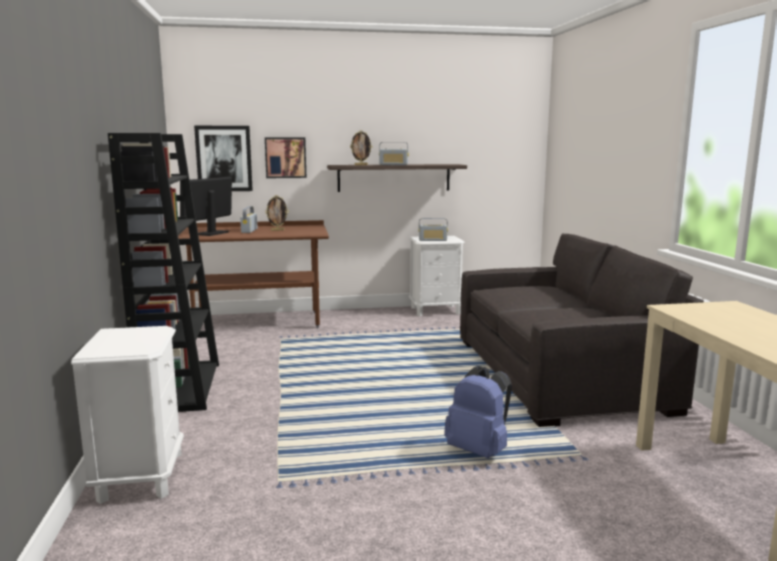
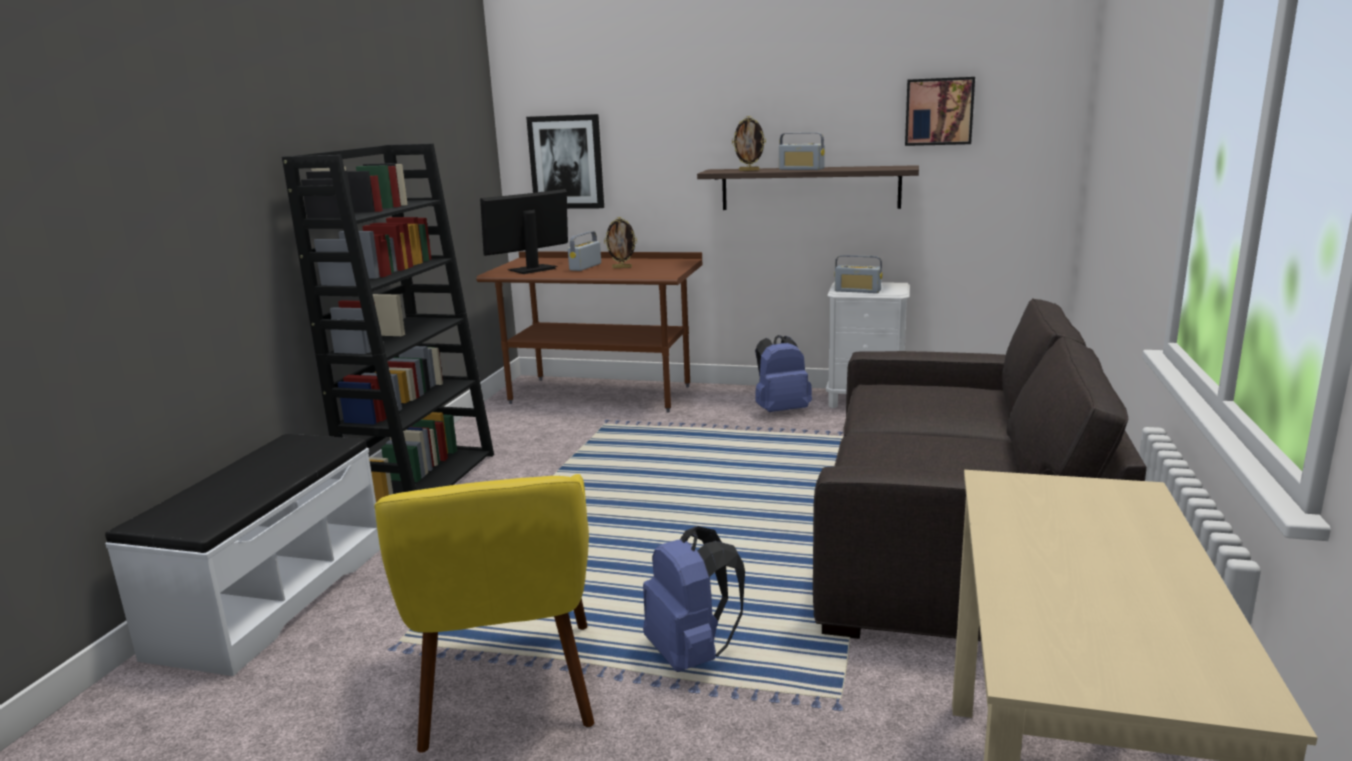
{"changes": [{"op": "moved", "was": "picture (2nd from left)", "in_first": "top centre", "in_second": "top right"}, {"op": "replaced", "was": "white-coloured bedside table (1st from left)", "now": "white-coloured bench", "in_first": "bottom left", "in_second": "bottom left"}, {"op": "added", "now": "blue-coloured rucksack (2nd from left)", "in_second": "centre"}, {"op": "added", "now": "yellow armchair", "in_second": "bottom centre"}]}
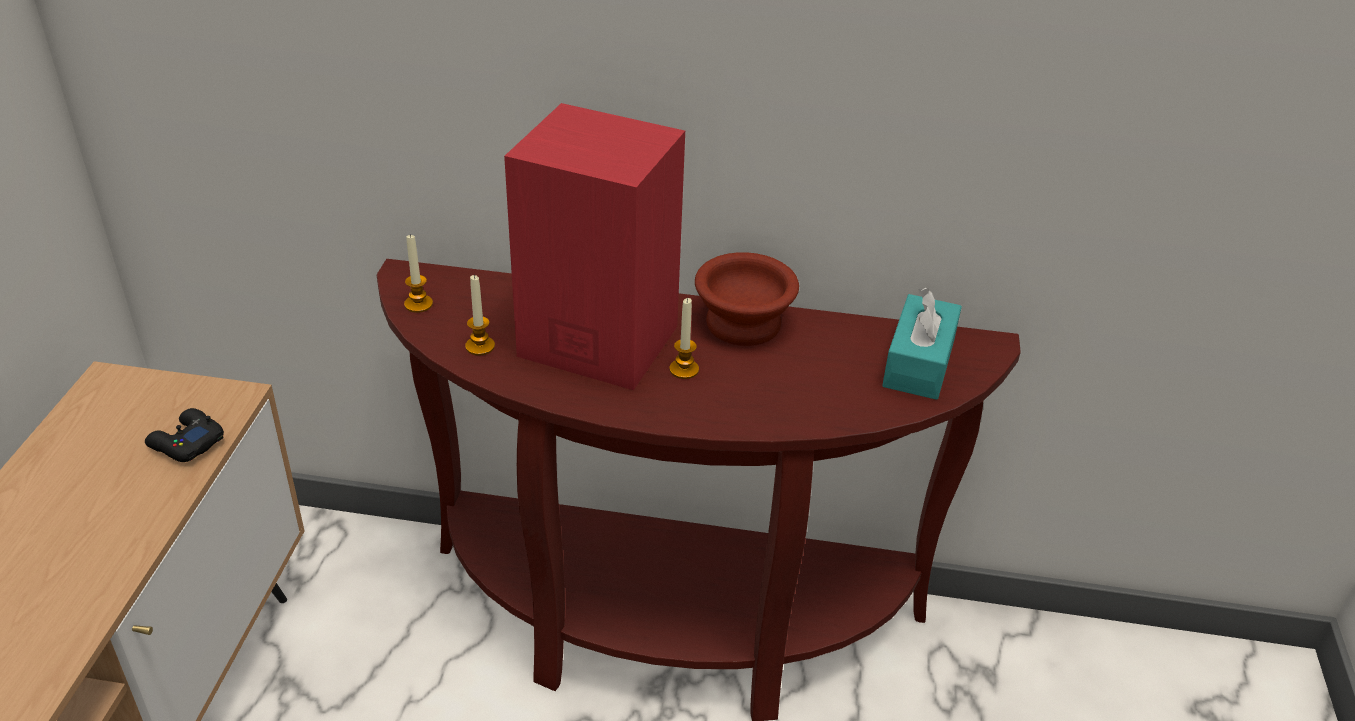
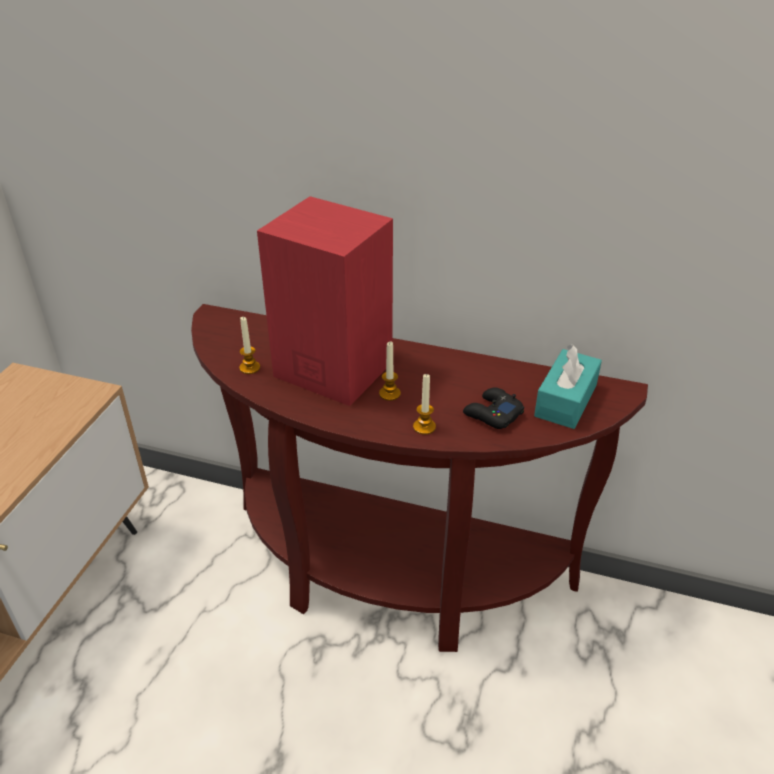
{"changes": [{"op": "moved", "was": "wax candle (1st from left in the first image)", "now": "wax candle (3rd from left)", "in_first": "middle left", "in_second": "centre"}, {"op": "removed", "was": "brown-coloured bowl", "in_first": "centre"}, {"op": "moved", "was": "blackish game controller", "in_first": "middle left", "in_second": "centre"}]}
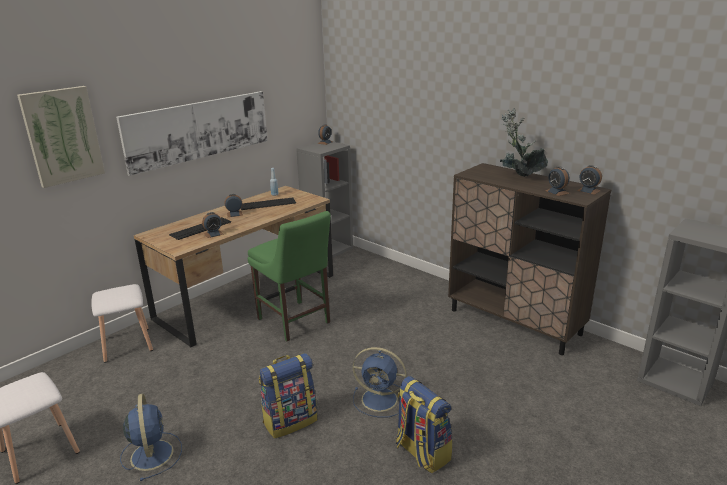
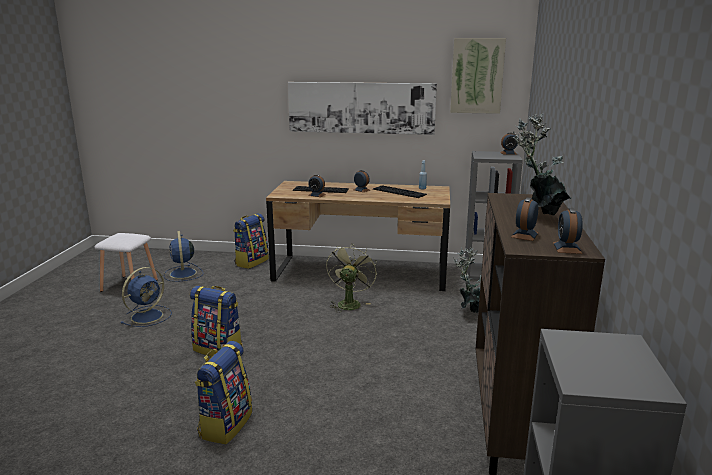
{"changes": [{"op": "moved", "was": "picture (1st from left in the first image)", "now": "picture (2nd from left)", "in_first": "top left", "in_second": "top right"}, {"op": "replaced", "was": "greenish upright chair", "now": "greenish cooling fan", "in_first": "centre", "in_second": "centre"}, {"op": "replaced", "was": "white-coloured sitting stool (2nd from left)", "now": "rucksack (3rd from left)", "in_first": "middle left", "in_second": "centre"}, {"op": "moved", "was": "blue-coloured cooling fan (2nd from left)", "in_first": "bottom centre", "in_second": "middle left"}, {"op": "added", "now": "potted plant (1st from left)", "in_second": "centre"}]}
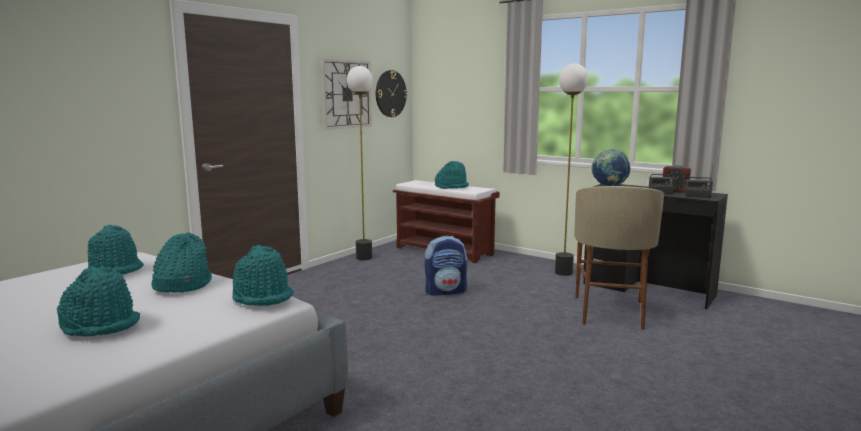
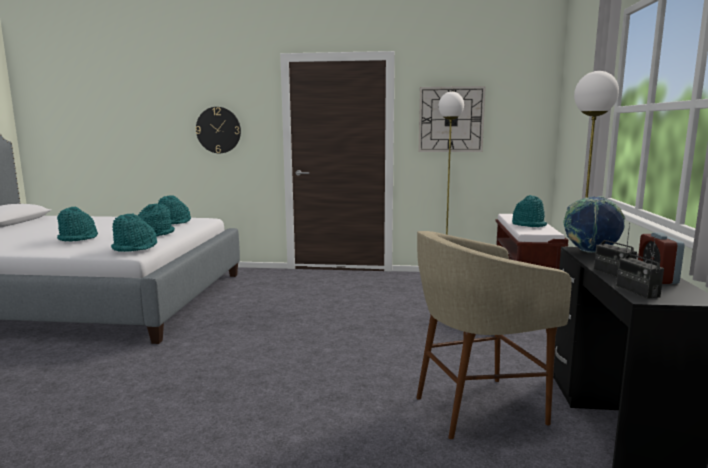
{"changes": [{"op": "moved", "was": "clock on the wall (2nd from left in the first image)", "now": "clock on the wall (1st from left)", "in_first": "top centre", "in_second": "top left"}, {"op": "removed", "was": "rucksack", "in_first": "centre"}]}
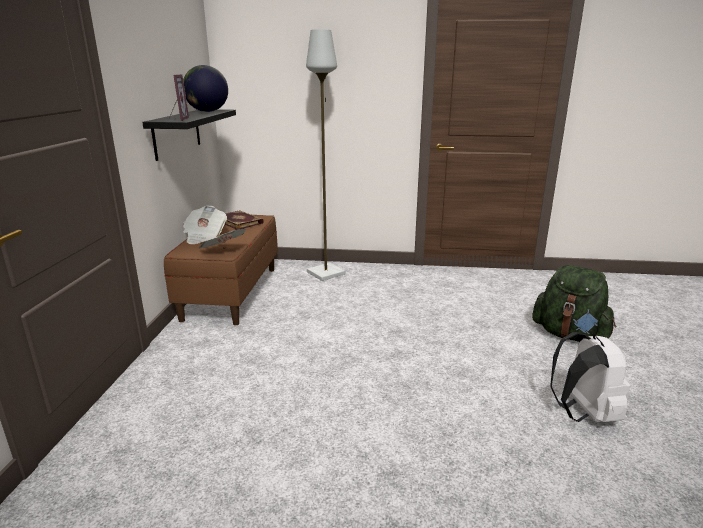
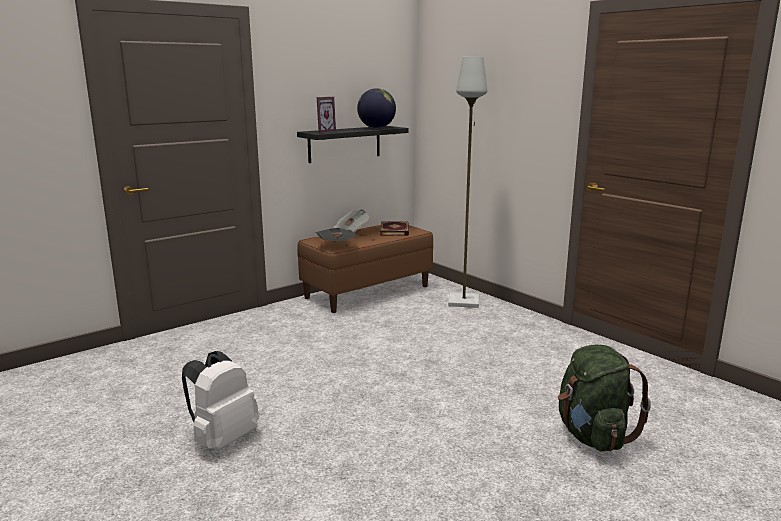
{"changes": [{"op": "moved", "was": "white-coloured rucksack", "in_first": "bottom right", "in_second": "bottom left"}]}
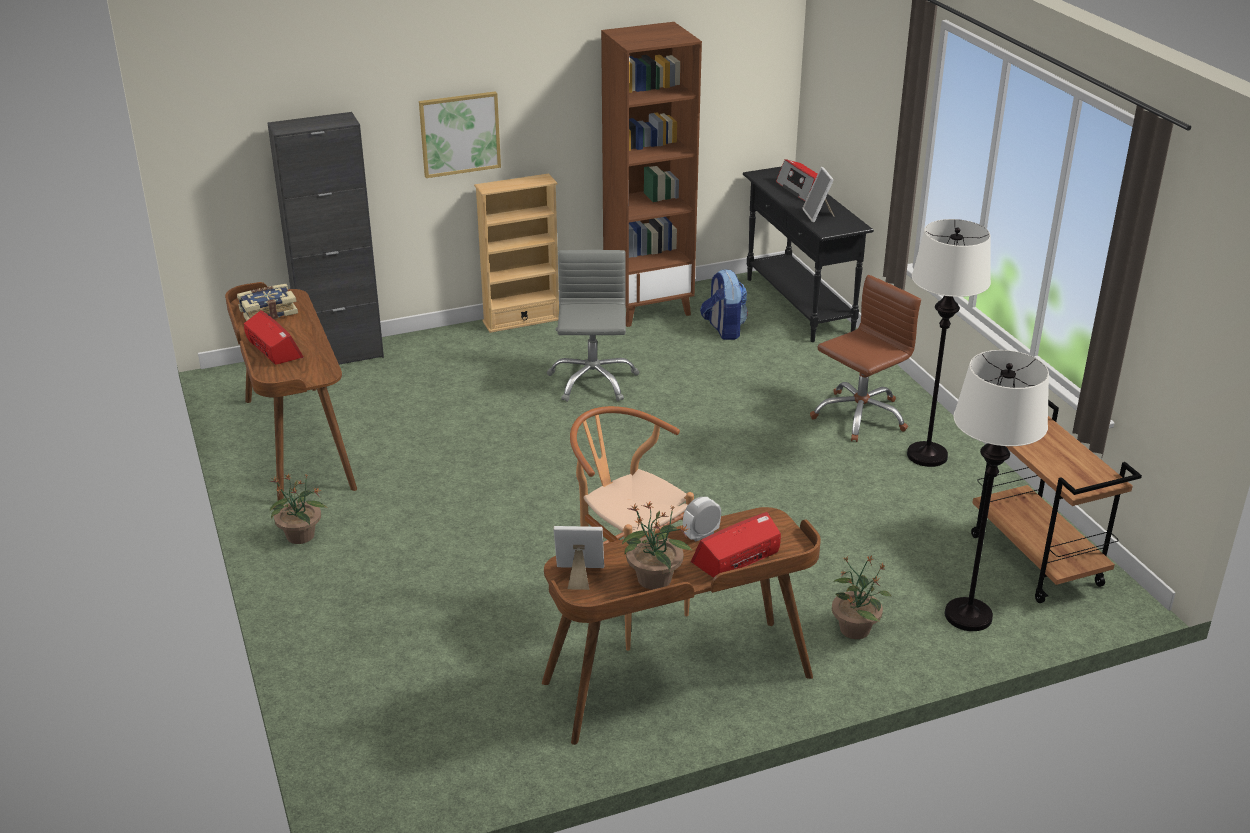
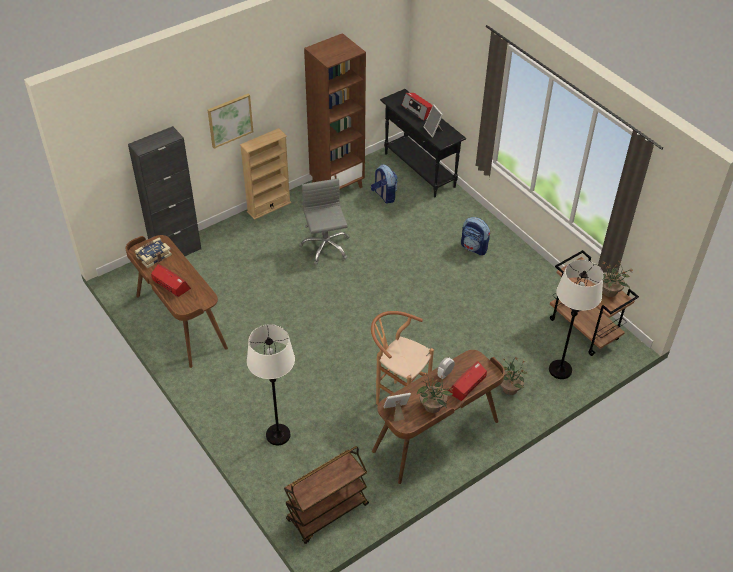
{"changes": [{"op": "moved", "was": "white-coloured floor lamp (1st from left)", "in_first": "middle right", "in_second": "bottom centre"}, {"op": "replaced", "was": "brown-coloured desk chair", "now": "rucksack (2nd from left)", "in_first": "middle right", "in_second": "centre"}, {"op": "moved", "was": "potted plant (1st from left in the first image)", "now": "potted plant (3rd from left)", "in_first": "middle left", "in_second": "middle right"}, {"op": "added", "now": "brown-coloured wheeled cart (1st from left)", "in_second": "bottom centre"}]}
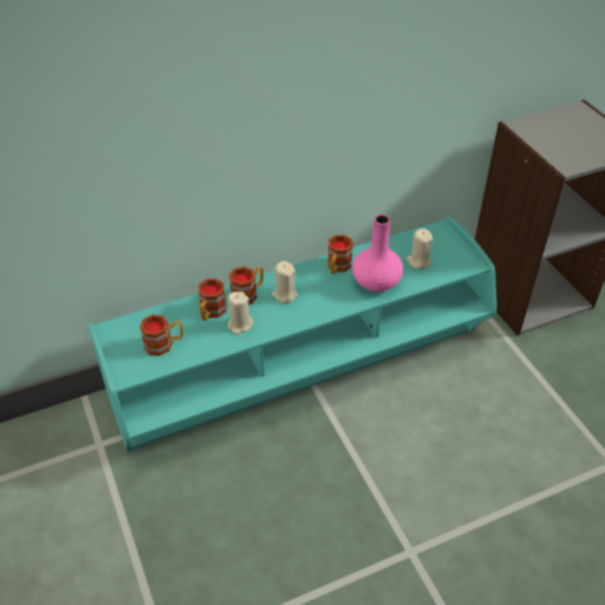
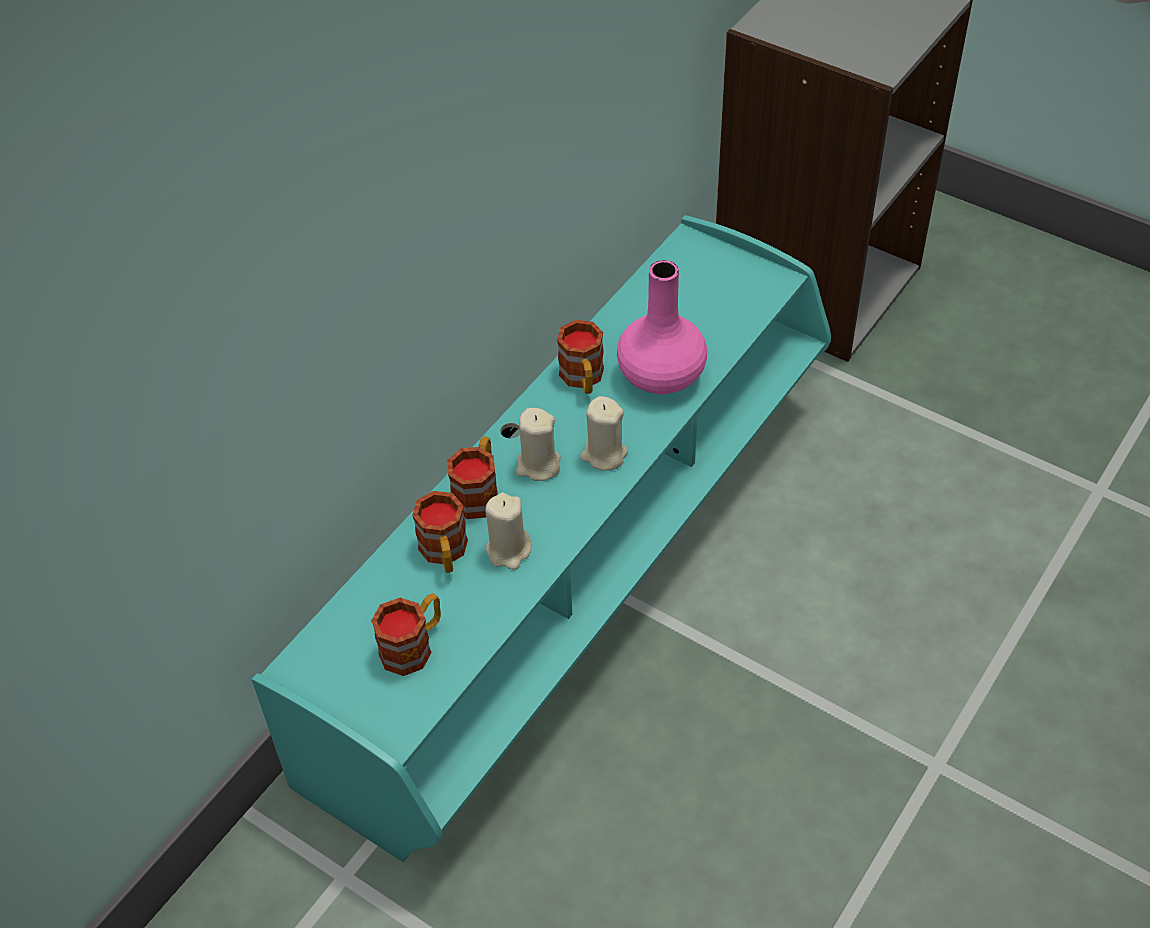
{"changes": [{"op": "moved", "was": "beige-coloured wax candle (3rd from left)", "in_first": "middle right", "in_second": "centre"}]}
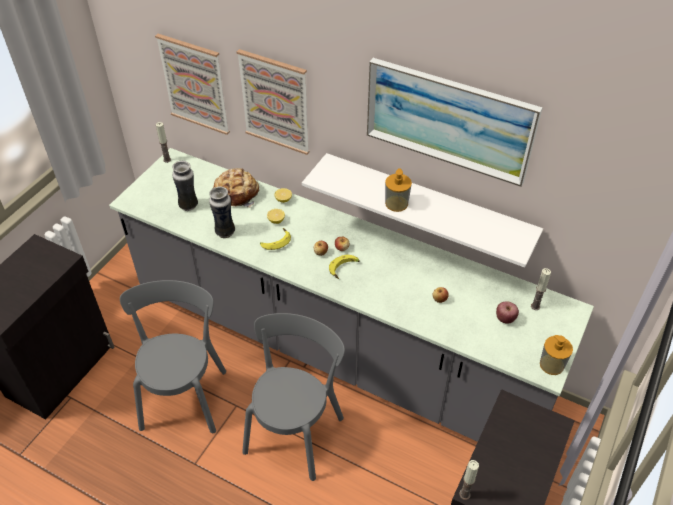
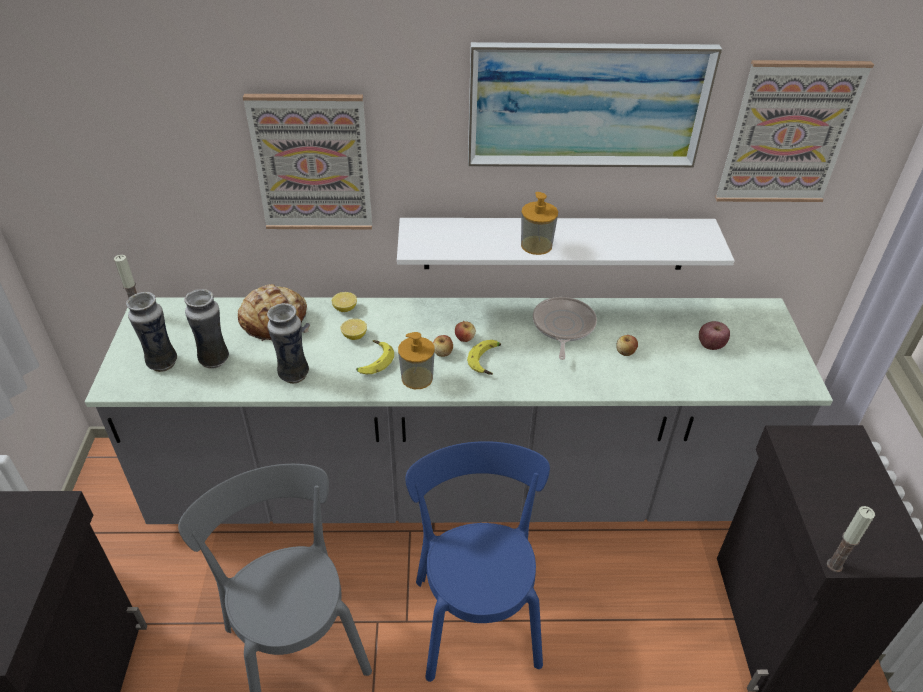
{"changes": [{"op": "moved", "was": "picture (1st from left in the first image)", "now": "picture (3rd from left)", "in_first": "top left", "in_second": "top right"}, {"op": "removed", "was": "wax candle (3rd from left)", "in_first": "middle right"}, {"op": "recoloured", "was": "grey upright chair (2nd from left)", "now": "blue-coloured upright chair", "in_first": "bottom centre", "in_second": "bottom centre"}, {"op": "moved", "was": "liquid soap bottle (2nd from left in the first image)", "now": "liquid soap bottle (1st from left)", "in_first": "bottom right", "in_second": "centre"}, {"op": "added", "now": "decorative vase (1st from left)", "in_second": "middle left"}, {"op": "added", "now": "frying pan", "in_second": "centre"}]}
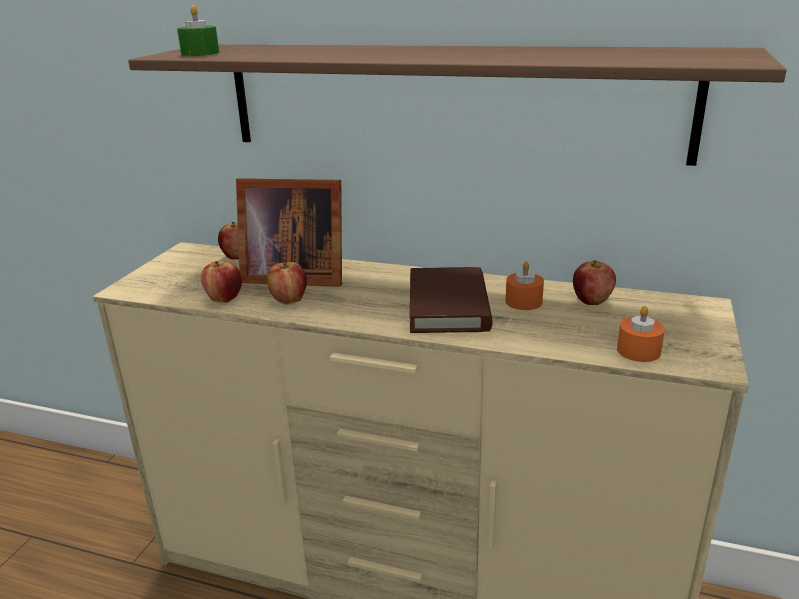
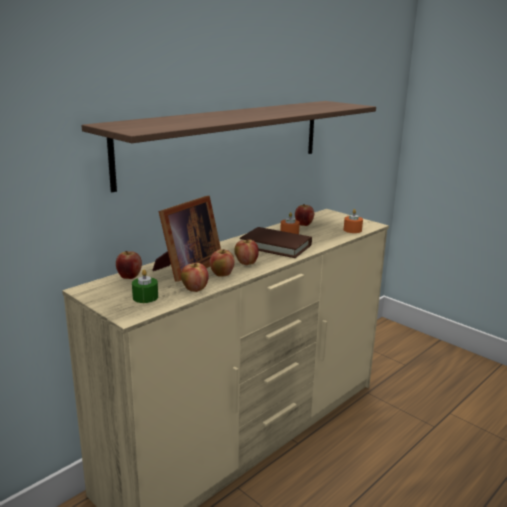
{"changes": [{"op": "moved", "was": "greenish wax candle", "in_first": "top left", "in_second": "middle left"}, {"op": "added", "now": "whole apple (4th from left)", "in_second": "centre"}]}
